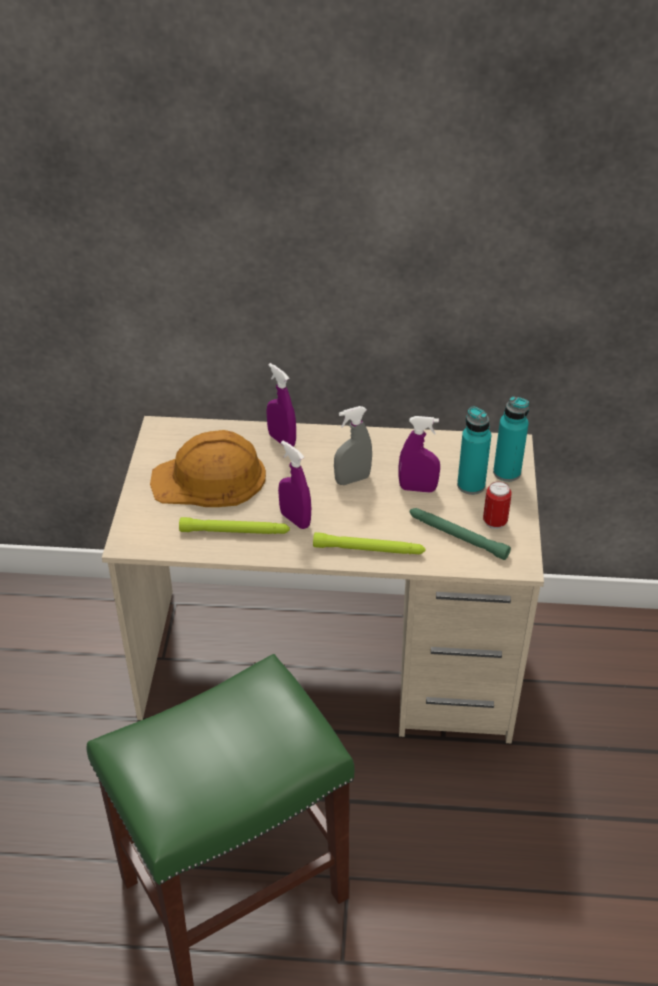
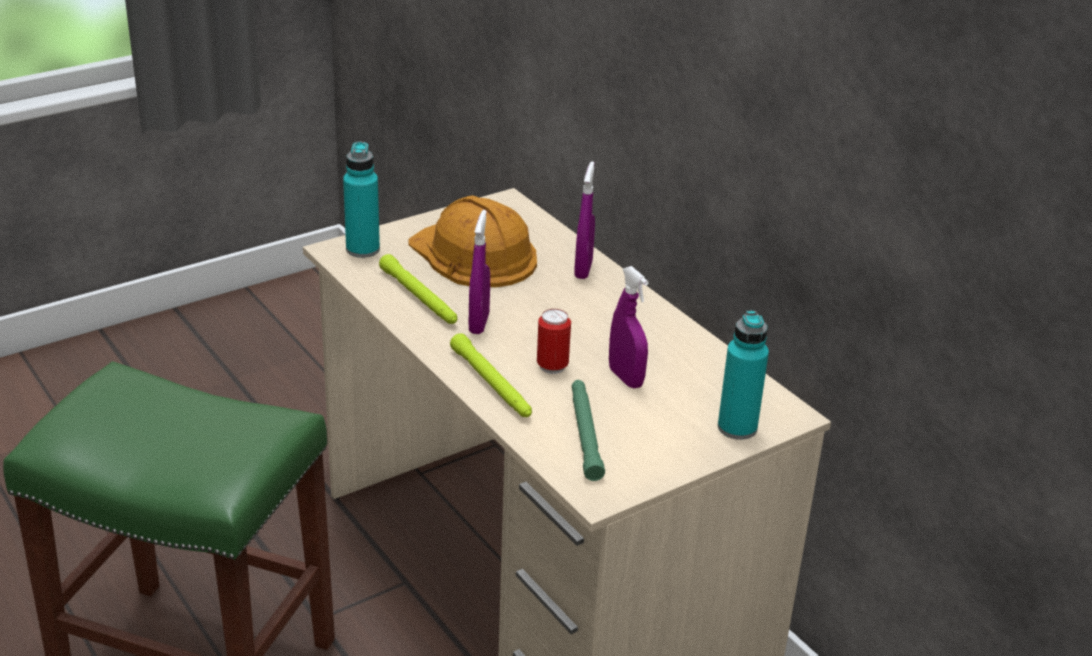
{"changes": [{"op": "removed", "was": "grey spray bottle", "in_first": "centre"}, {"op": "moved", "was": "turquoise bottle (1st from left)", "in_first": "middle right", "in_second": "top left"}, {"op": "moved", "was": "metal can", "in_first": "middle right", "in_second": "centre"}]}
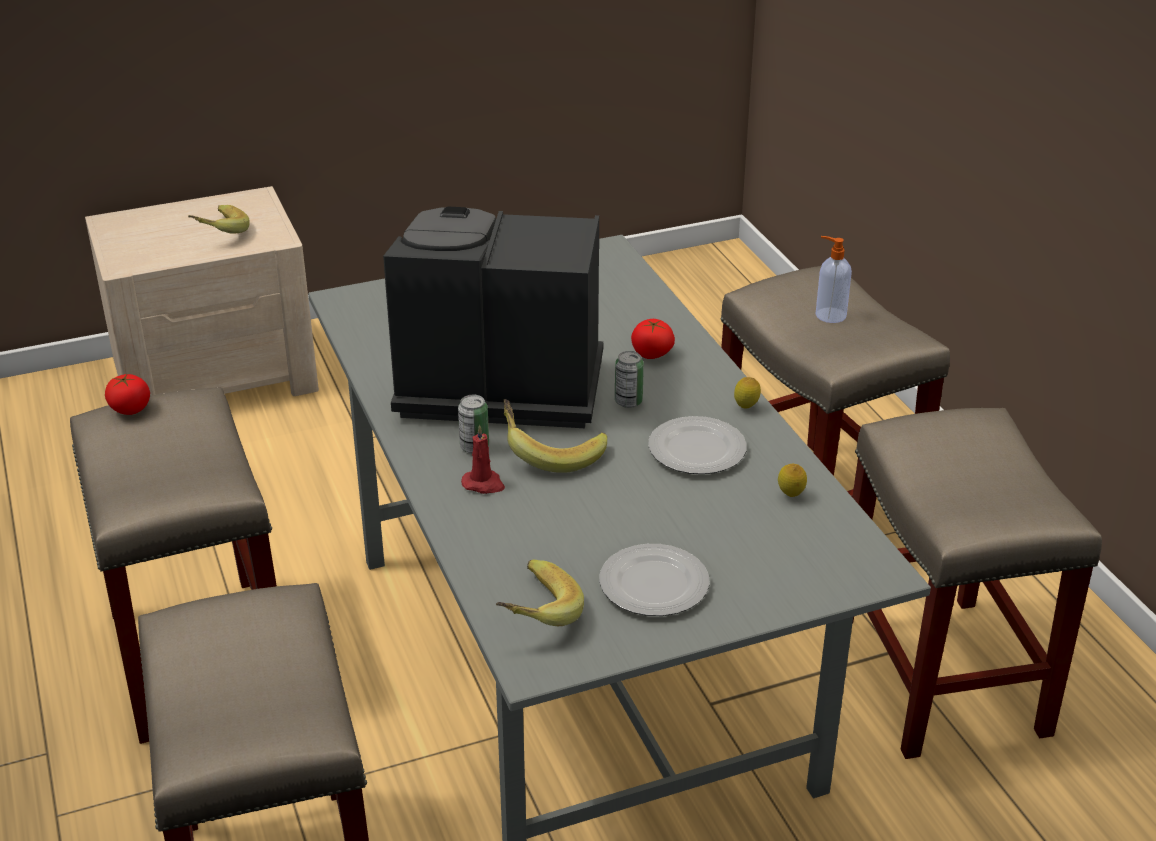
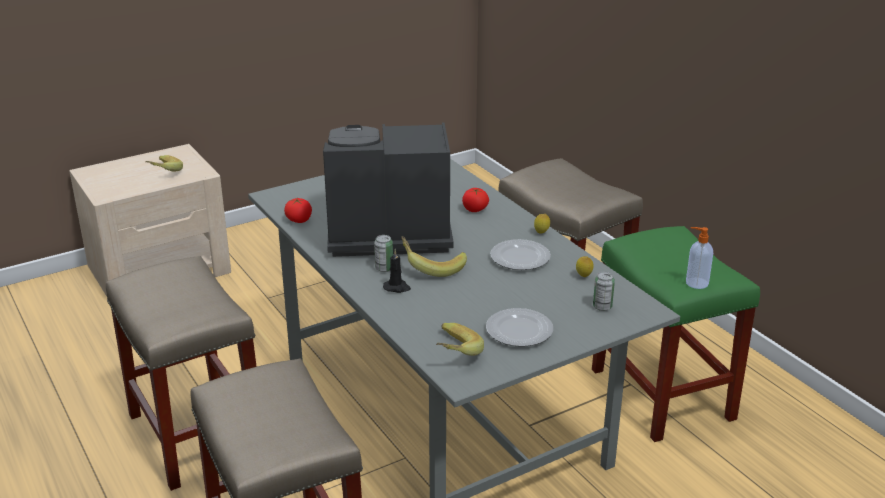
{"changes": [{"op": "moved", "was": "liquid soap bottle", "in_first": "top right", "in_second": "middle right"}, {"op": "moved", "was": "metal can (2nd from left)", "in_first": "centre", "in_second": "middle right"}, {"op": "moved", "was": "whole tomato (1st from left)", "in_first": "middle left", "in_second": "centre"}, {"op": "recoloured", "was": "beige-coloured sitting stool (4th from left)", "now": "greenish sitting stool", "in_first": "bottom right", "in_second": "bottom right"}, {"op": "recoloured", "was": "red-coloured wax candle", "now": "blackish wax candle", "in_first": "centre", "in_second": "centre"}]}
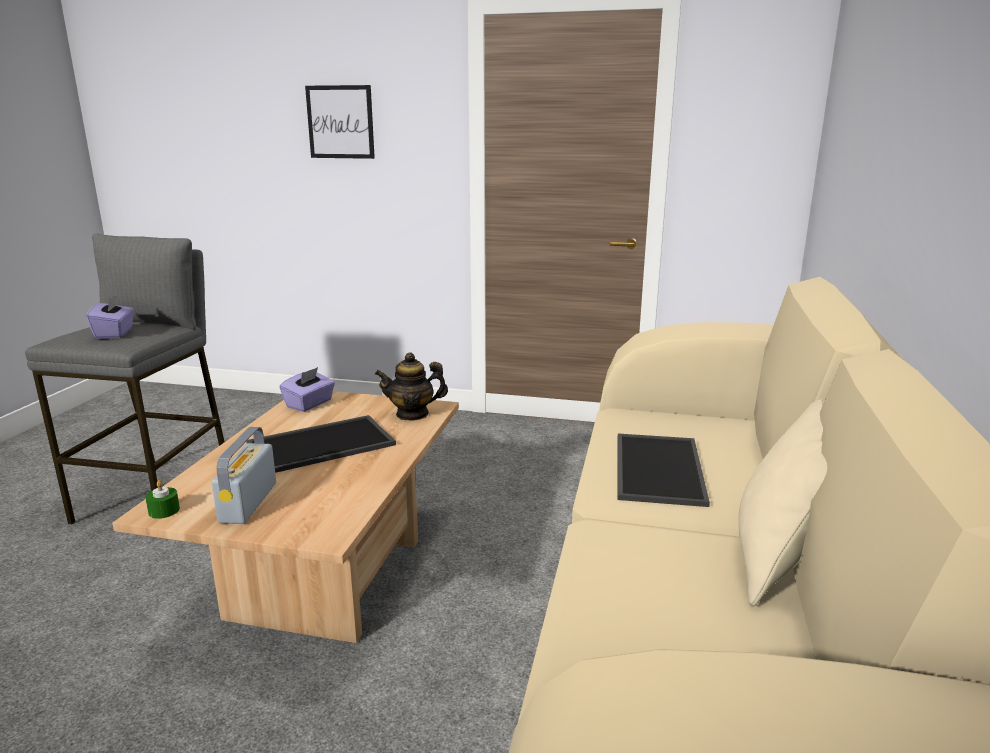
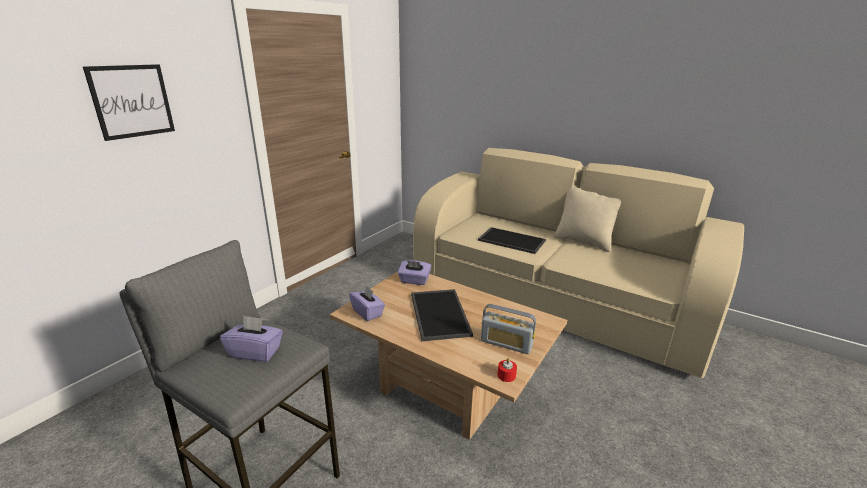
{"changes": [{"op": "replaced", "was": "pot for tea", "now": "purple tissue holder (3rd from left)", "in_first": "centre", "in_second": "centre"}, {"op": "recoloured", "was": "greenish wax candle", "now": "red-coloured wax candle", "in_first": "middle left", "in_second": "bottom centre"}]}
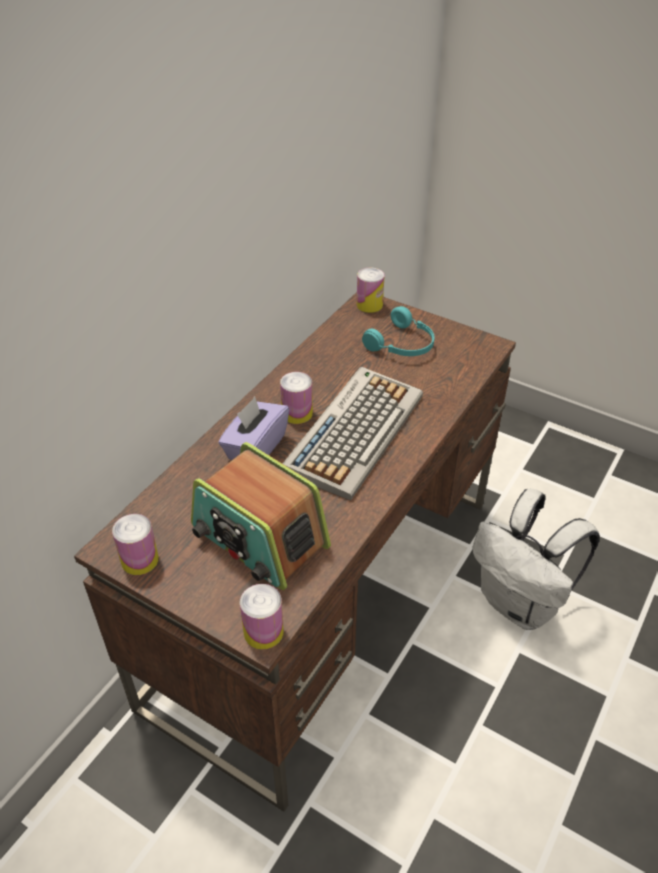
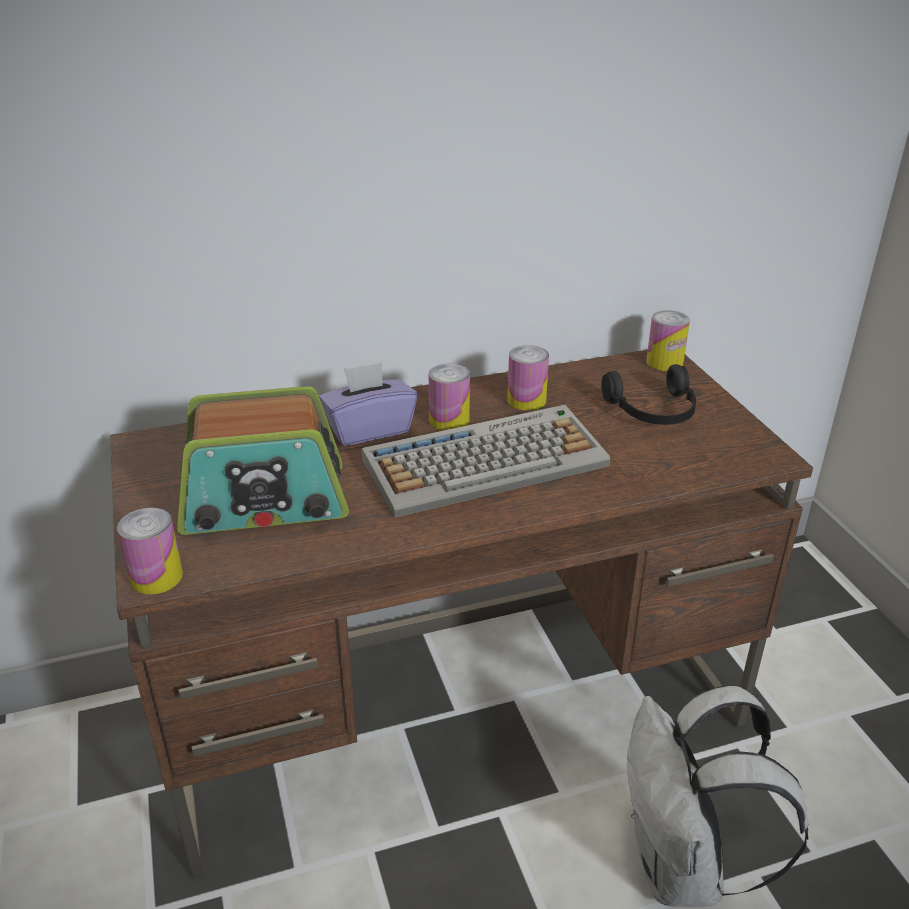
{"changes": [{"op": "recoloured", "was": "turquoise headphones", "now": "blackish headphones", "in_first": "centre", "in_second": "middle right"}, {"op": "turned", "was": "radio receiver", "in_first": "centre", "in_second": "middle left", "clockwise": -90}, {"op": "moved", "was": "metal can (1st from left in the first image)", "now": "metal can (3rd from left)", "in_first": "middle left", "in_second": "centre"}]}
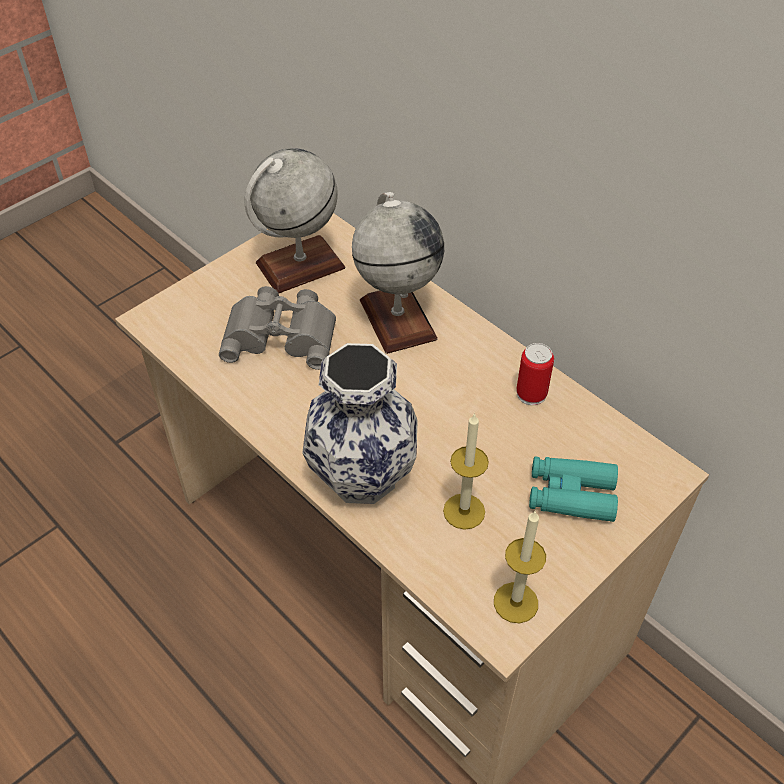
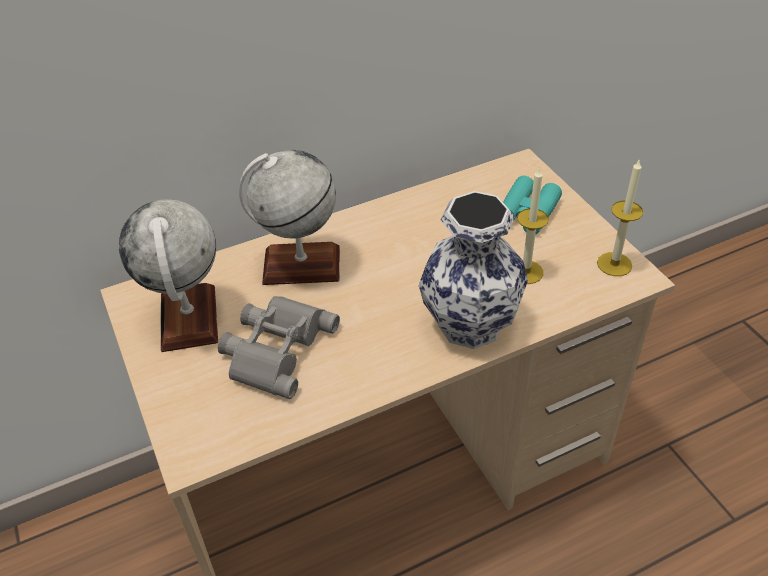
{"changes": [{"op": "removed", "was": "metal can", "in_first": "middle right"}]}
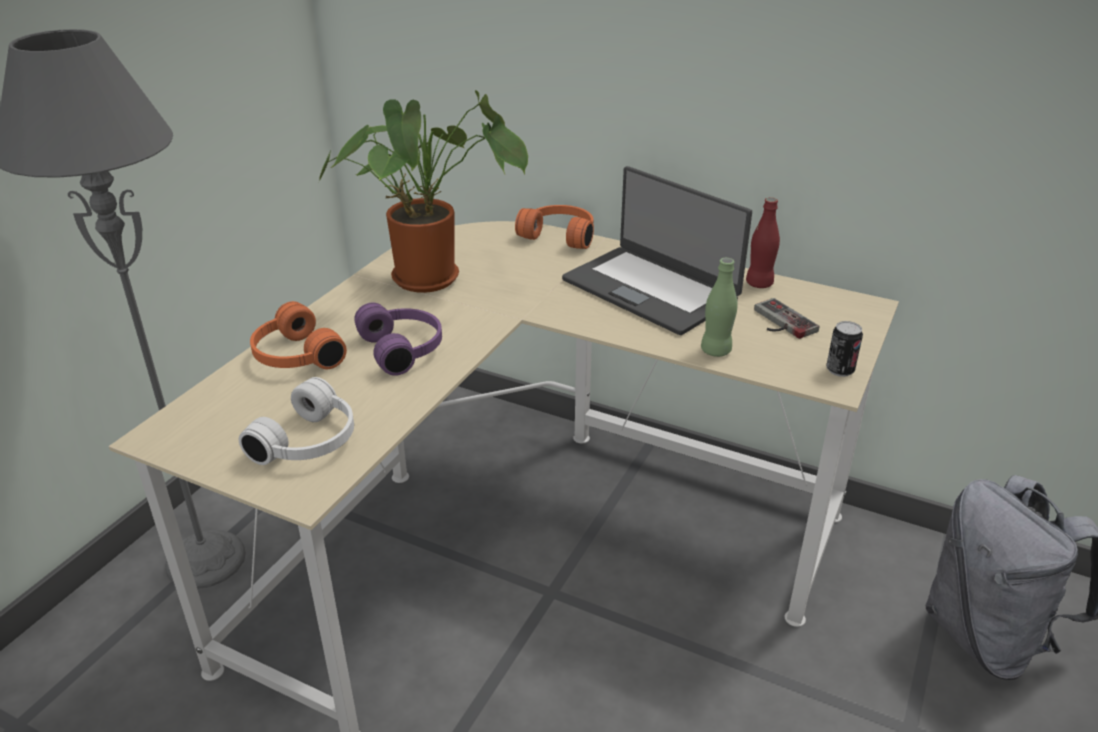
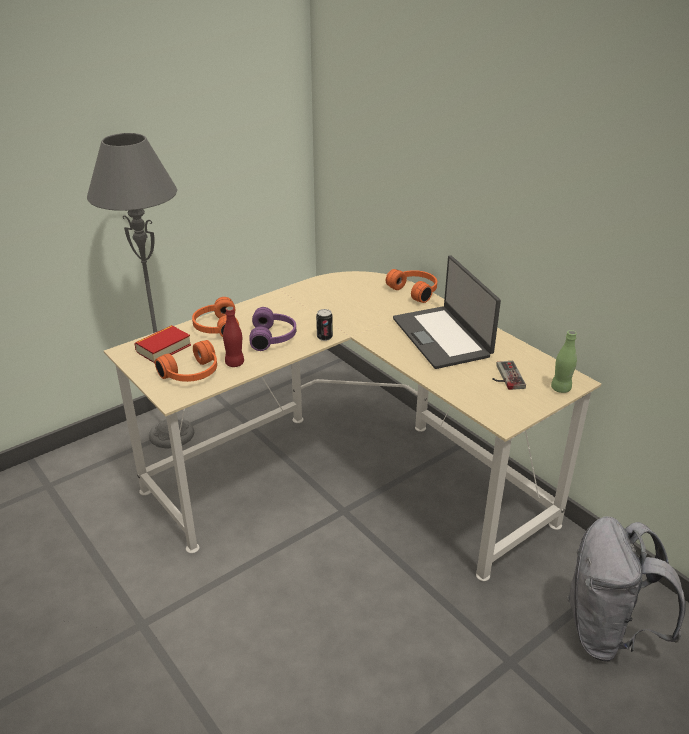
{"changes": [{"op": "removed", "was": "potted plant", "in_first": "top centre"}, {"op": "moved", "was": "red-coloured bottle", "in_first": "top right", "in_second": "centre"}, {"op": "moved", "was": "greenish bottle", "in_first": "centre", "in_second": "middle right"}, {"op": "moved", "was": "metal can", "in_first": "middle right", "in_second": "centre"}, {"op": "recoloured", "was": "white-coloured headphones", "now": "orange headphones (1st from left)", "in_first": "middle left", "in_second": "middle left"}, {"op": "added", "now": "bound book", "in_second": "middle left"}]}
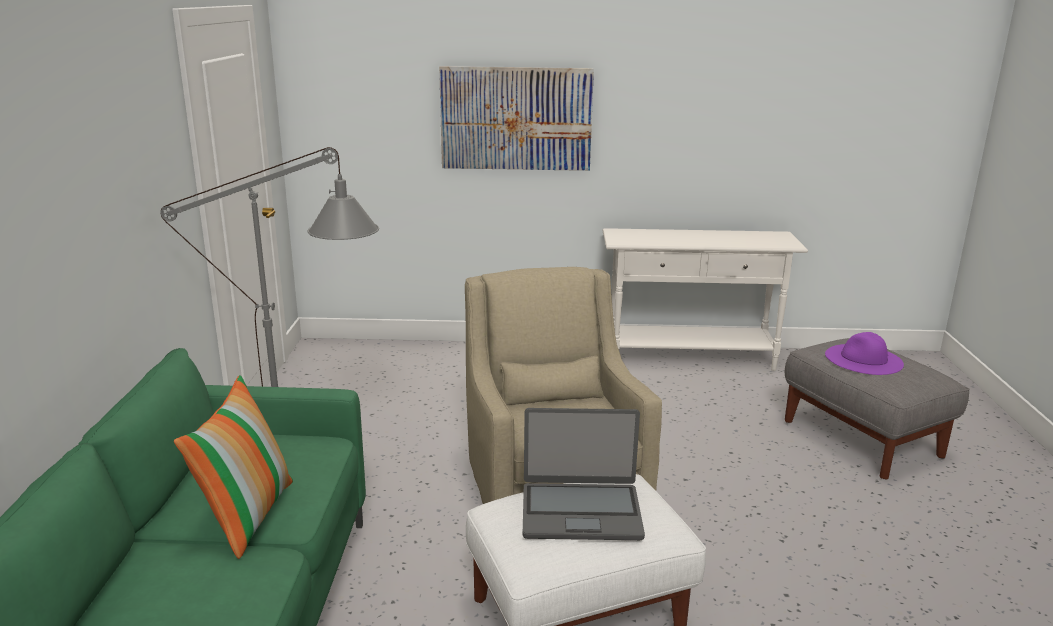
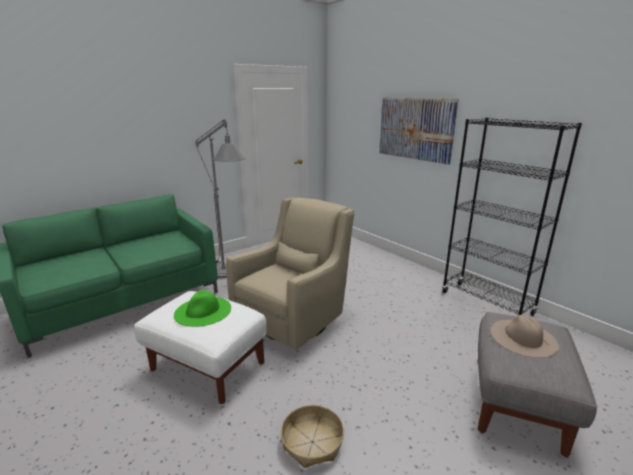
{"changes": [{"op": "replaced", "was": "white-coloured console table", "now": "blackish shelving unit", "in_first": "middle right", "in_second": "middle right"}, {"op": "recoloured", "was": "purple hat", "now": "beige-coloured hat", "in_first": "middle right", "in_second": "bottom right"}, {"op": "removed", "was": "pillow", "in_first": "bottom left"}, {"op": "replaced", "was": "portable computer", "now": "greenish hat", "in_first": "bottom centre", "in_second": "middle left"}, {"op": "added", "now": "basket", "in_second": "bottom centre"}]}
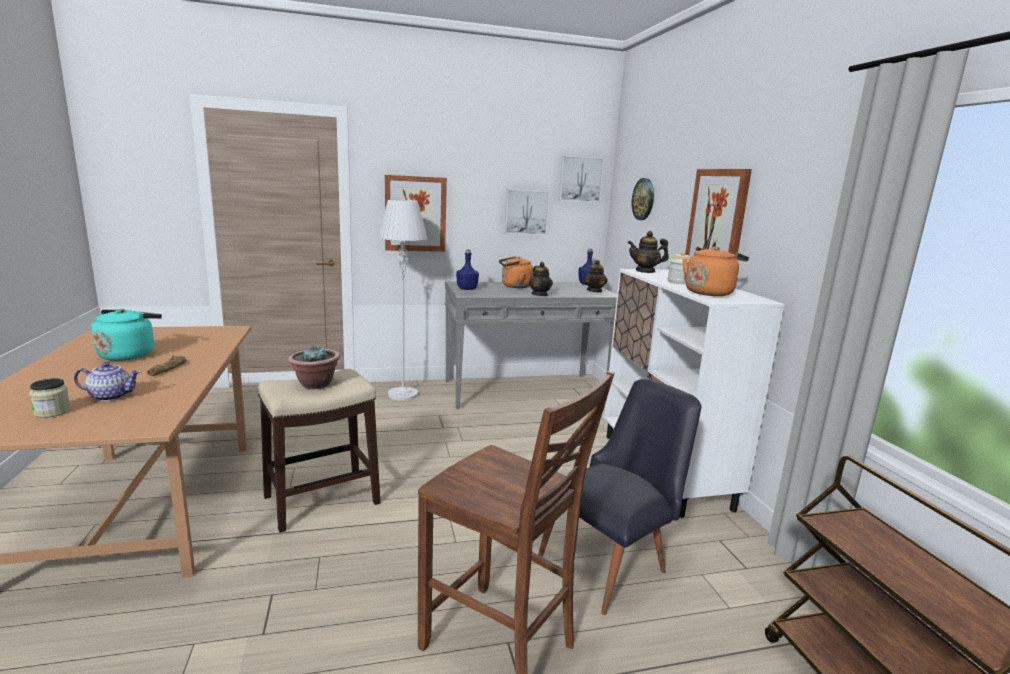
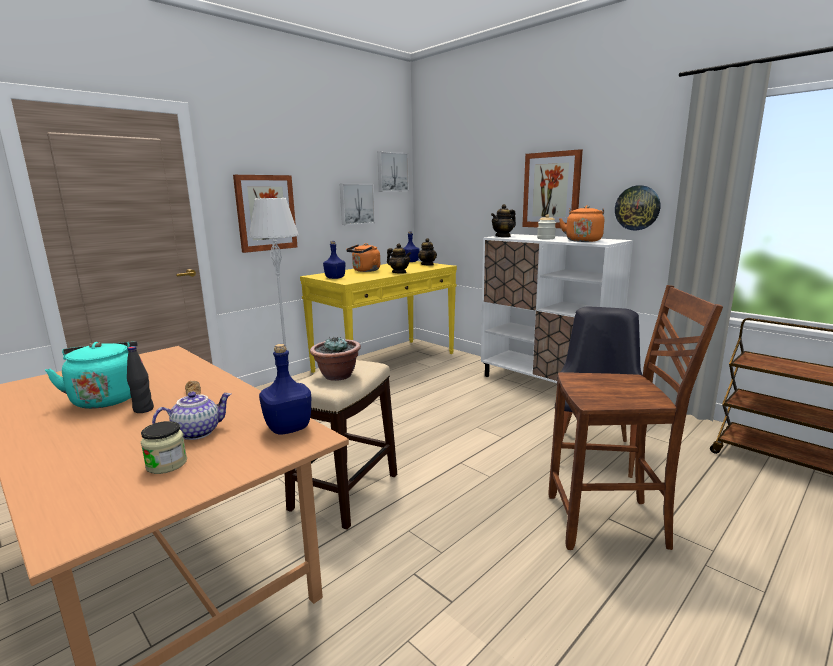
{"changes": [{"op": "moved", "was": "clock on the wall", "in_first": "top centre", "in_second": "top right"}, {"op": "recoloured", "was": "grey console table", "now": "yellow console table", "in_first": "centre", "in_second": "centre"}, {"op": "added", "now": "blue-coloured bottle (1st from left)", "in_second": "centre"}, {"op": "added", "now": "blackish bottle", "in_second": "middle left"}]}
